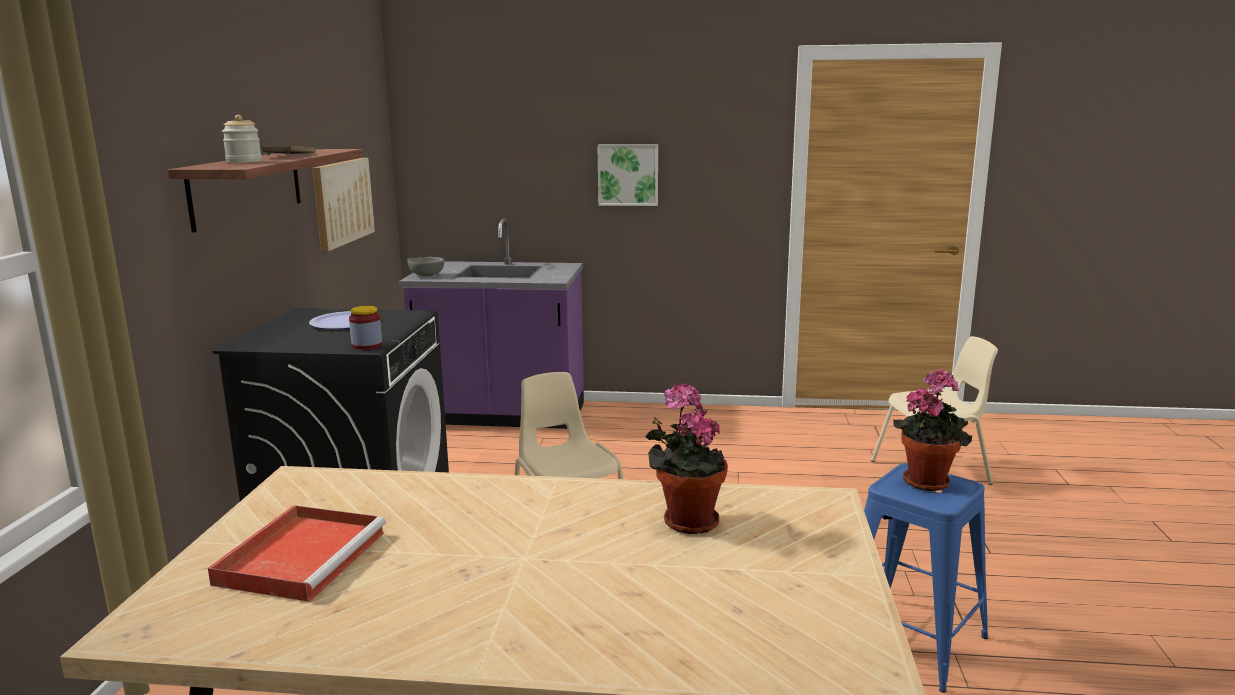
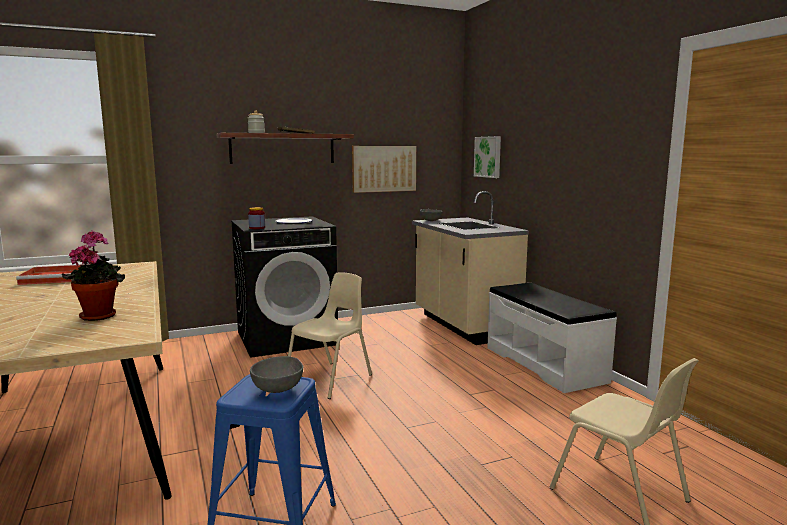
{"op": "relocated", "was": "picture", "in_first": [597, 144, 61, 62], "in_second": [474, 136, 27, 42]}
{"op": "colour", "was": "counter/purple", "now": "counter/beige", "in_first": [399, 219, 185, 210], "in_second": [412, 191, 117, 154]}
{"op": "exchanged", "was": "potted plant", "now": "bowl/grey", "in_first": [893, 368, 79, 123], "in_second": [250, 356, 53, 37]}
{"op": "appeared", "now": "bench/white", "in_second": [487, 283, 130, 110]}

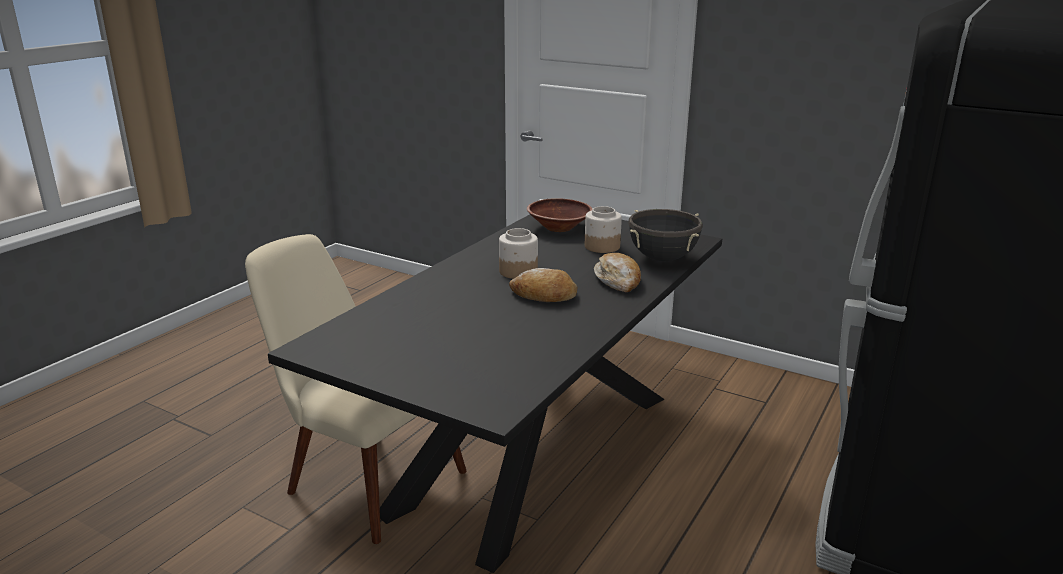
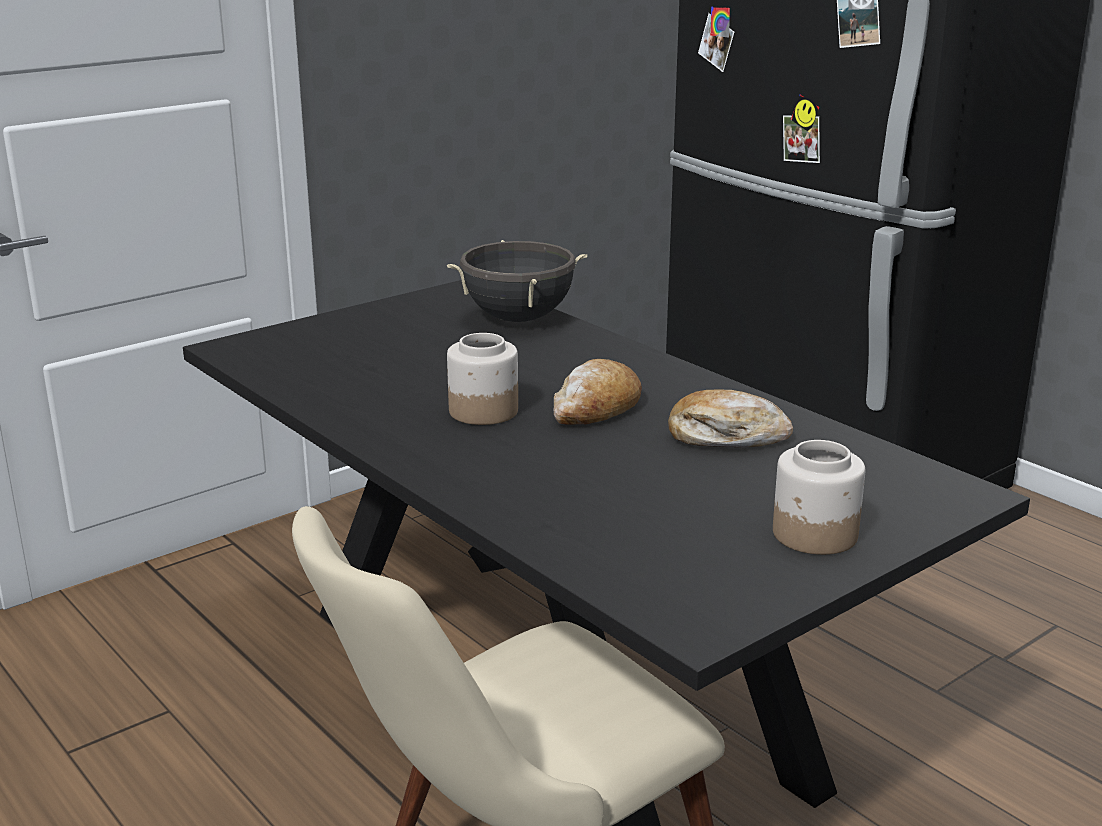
{"op": "missing", "was": "bowl/brown", "in_first": [527, 198, 65, 34]}
{"op": "relocated", "was": "jar", "in_first": [585, 206, 37, 47], "in_second": [773, 440, 92, 115]}
{"op": "relocated", "was": "bread", "in_first": [594, 253, 47, 39], "in_second": [668, 390, 125, 57]}

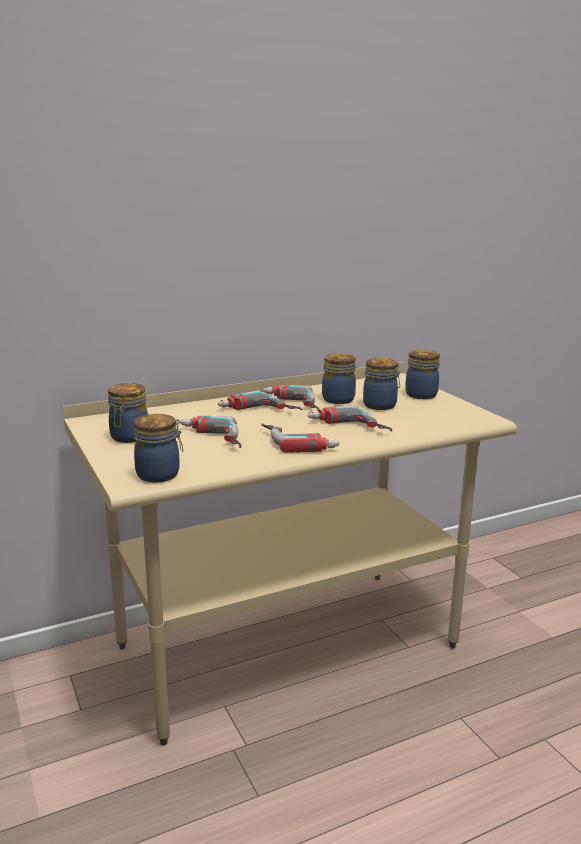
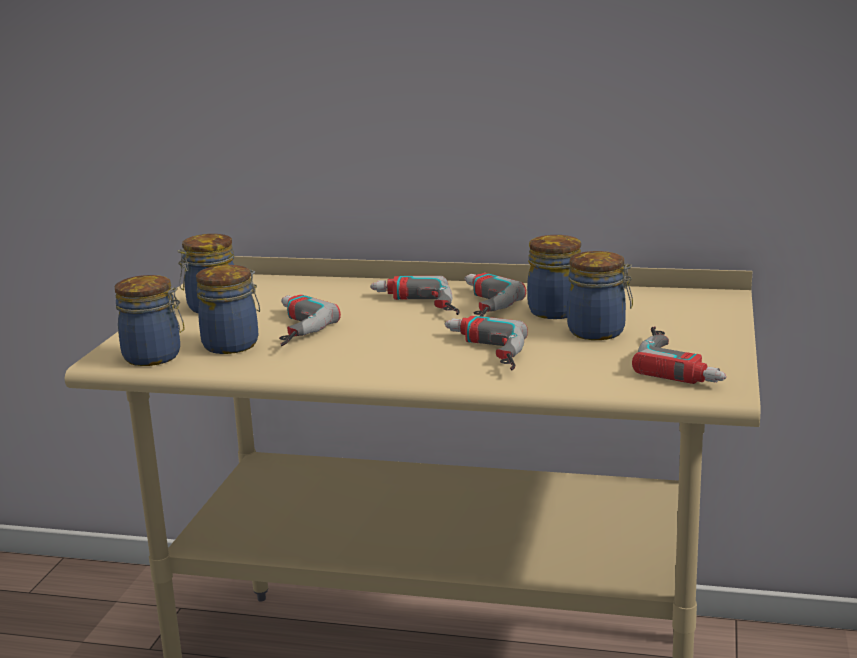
{"op": "relocated", "was": "jar", "in_first": [405, 349, 35, 50], "in_second": [196, 265, 64, 89]}
{"op": "relocated", "was": "power drill", "in_first": [261, 423, 79, 30], "in_second": [632, 326, 95, 58]}

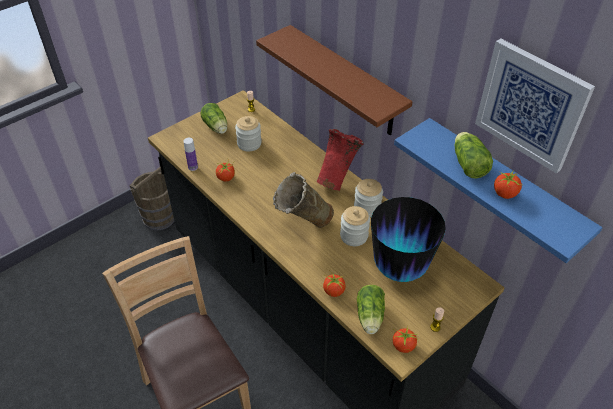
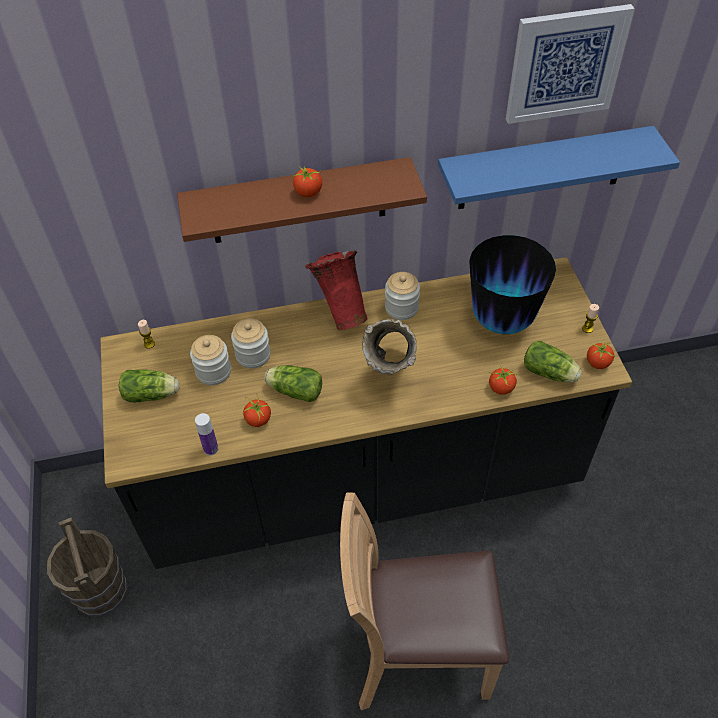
{"op": "relocated", "was": "lettuce", "in_first": [455, 132, 38, 46], "in_second": [264, 365, 58, 37]}
{"op": "relocated", "was": "tomato", "in_first": [494, 170, 28, 29], "in_second": [293, 166, 29, 31]}
{"op": "relocated", "was": "jar", "in_first": [340, 206, 30, 40], "in_second": [231, 319, 40, 49]}

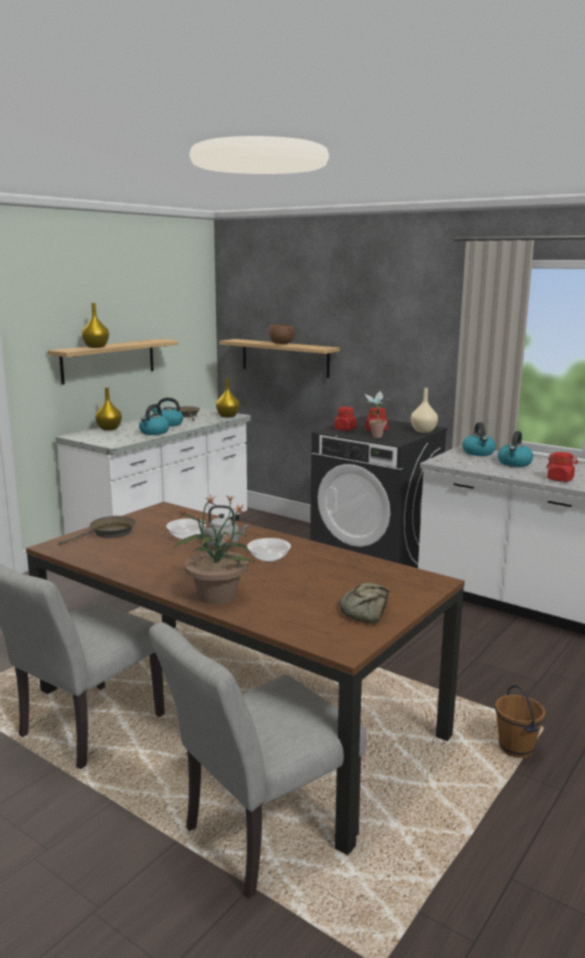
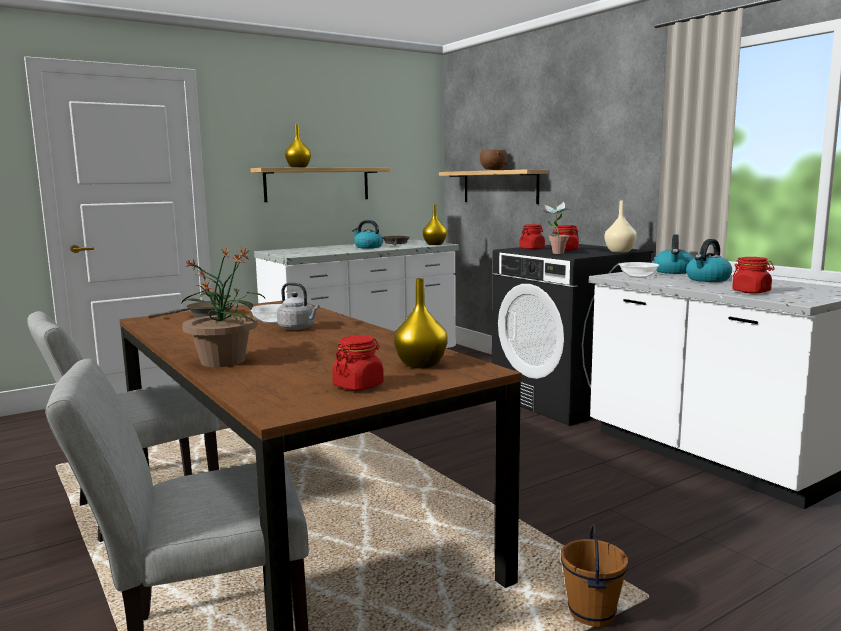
{"op": "relocated", "was": "vase/yellow", "in_first": [95, 387, 27, 44], "in_second": [394, 278, 54, 91]}
{"op": "missing", "was": "kettle", "in_first": [139, 404, 30, 31]}
{"op": "relocated", "was": "bowl", "in_first": [247, 538, 44, 24], "in_second": [619, 262, 40, 16]}
{"op": "exchanged", "was": "bread", "now": "jar/red", "in_first": [339, 582, 51, 41], "in_second": [332, 335, 52, 55]}

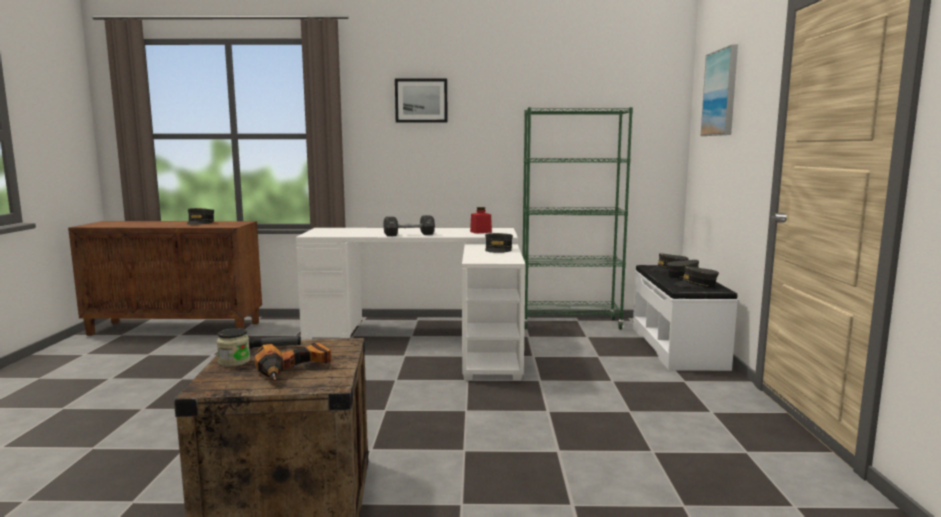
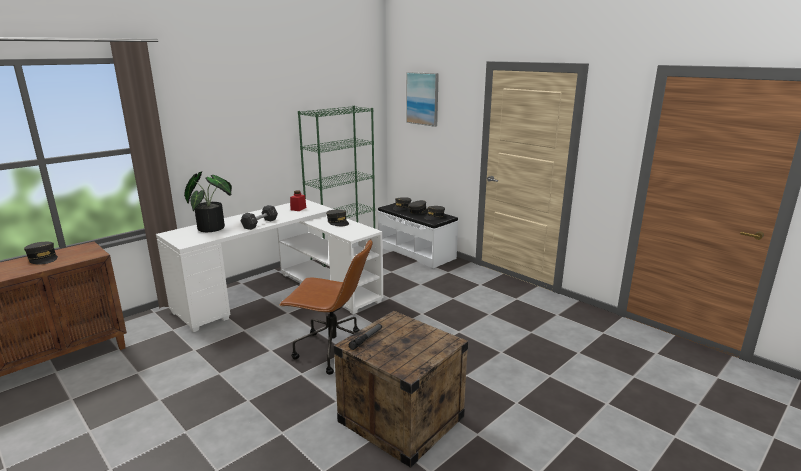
{"op": "missing", "was": "picture", "in_first": [395, 79, 53, 44]}
{"op": "missing", "was": "jar", "in_first": [217, 328, 33, 39]}
{"op": "missing", "was": "power drill", "in_first": [254, 342, 77, 39]}
{"op": "appeared", "now": "potted plant", "in_second": [184, 171, 48, 61]}
{"op": "appeared", "now": "office chair/brown", "in_second": [279, 240, 94, 135]}

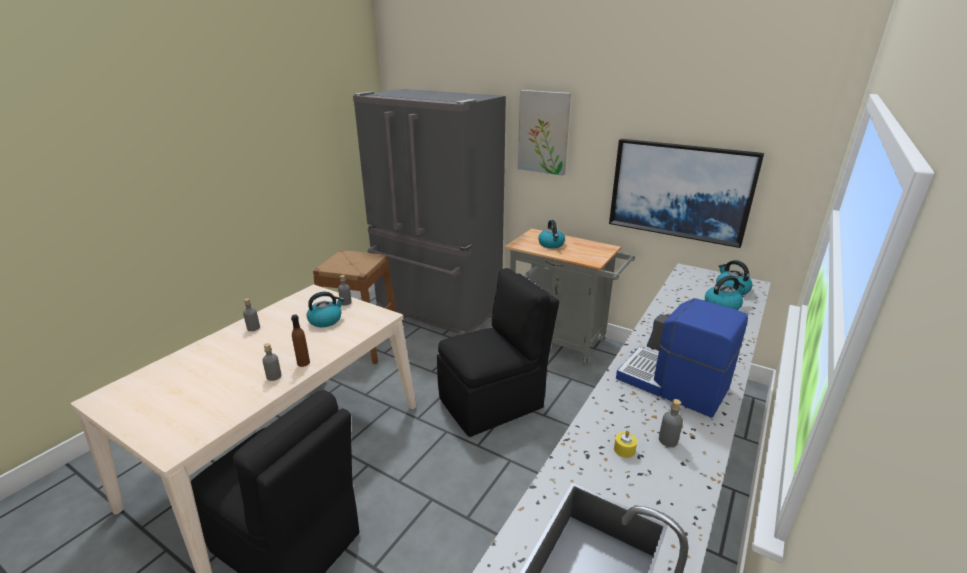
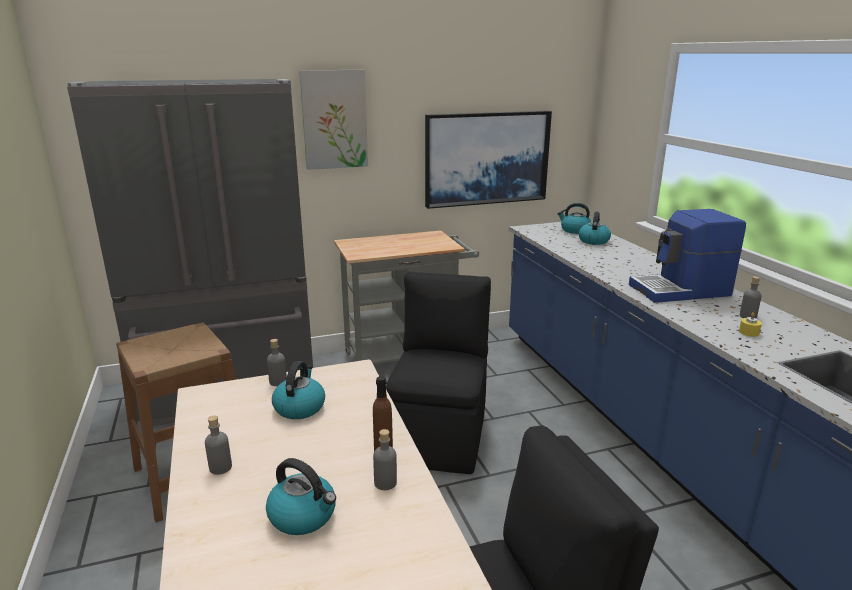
{"op": "relocated", "was": "kettle", "in_first": [538, 220, 27, 28], "in_second": [266, 458, 70, 77]}

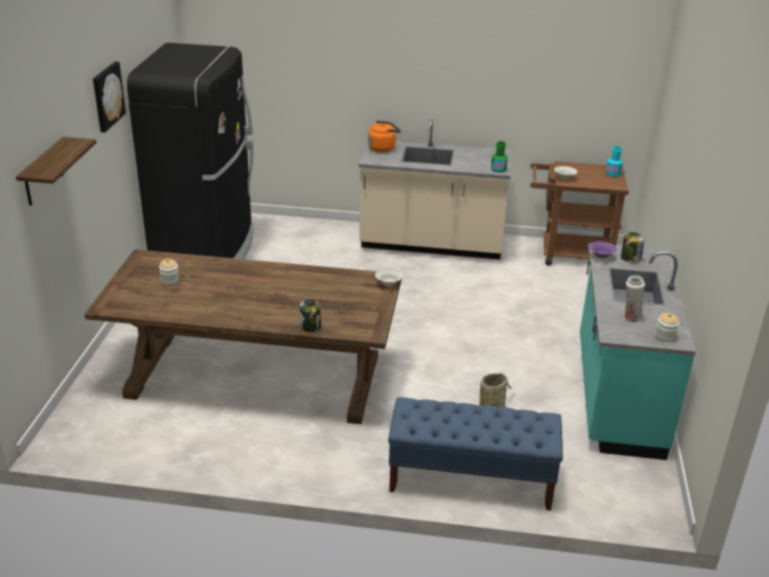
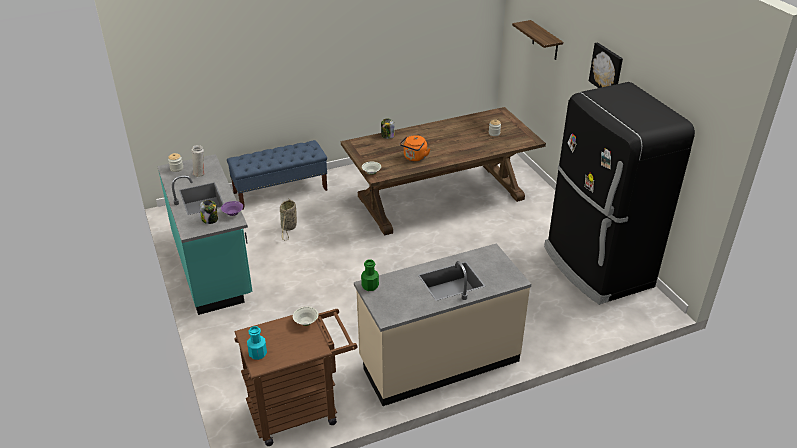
{"op": "relocated", "was": "kettle/orange", "in_first": [368, 121, 33, 31], "in_second": [400, 135, 30, 26]}

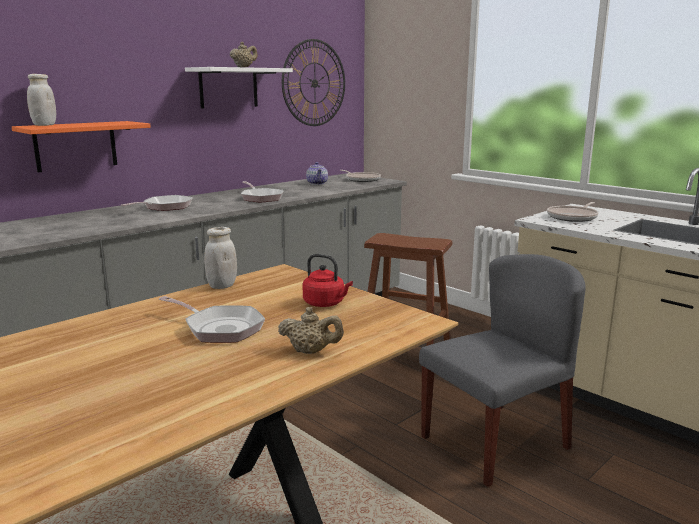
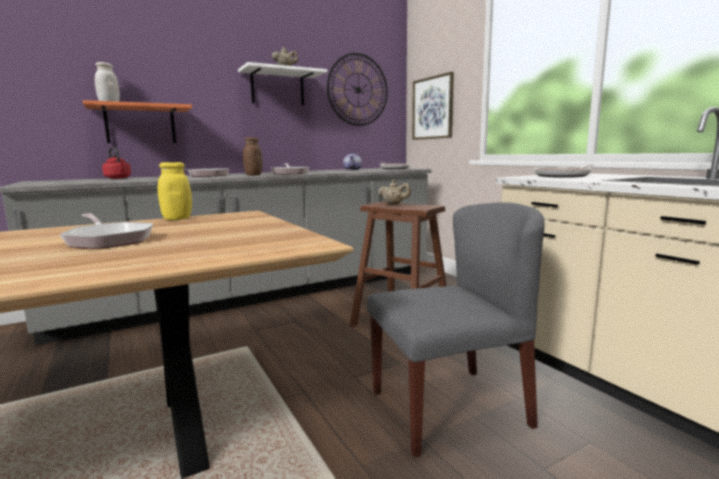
{"op": "colour", "was": "jar/white", "now": "jar/yellow", "in_first": [204, 227, 33, 62], "in_second": [158, 162, 34, 58]}
{"op": "relocated", "was": "kettle/red", "in_first": [303, 254, 50, 53], "in_second": [102, 147, 29, 32]}
{"op": "relocated", "was": "teapot/beige", "in_first": [278, 307, 66, 47], "in_second": [378, 179, 33, 25]}
{"op": "appeared", "now": "picture", "in_second": [412, 72, 42, 68]}
{"op": "appeared", "now": "jar/brown", "in_second": [243, 137, 20, 39]}

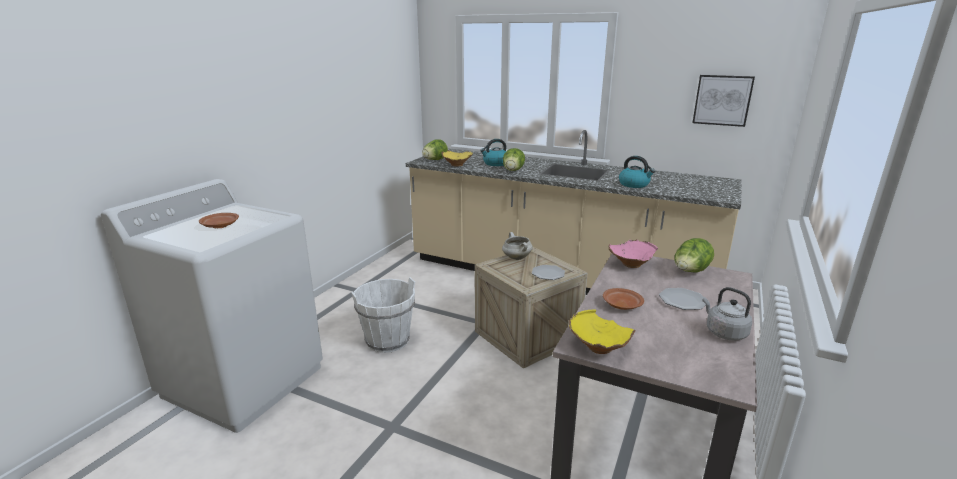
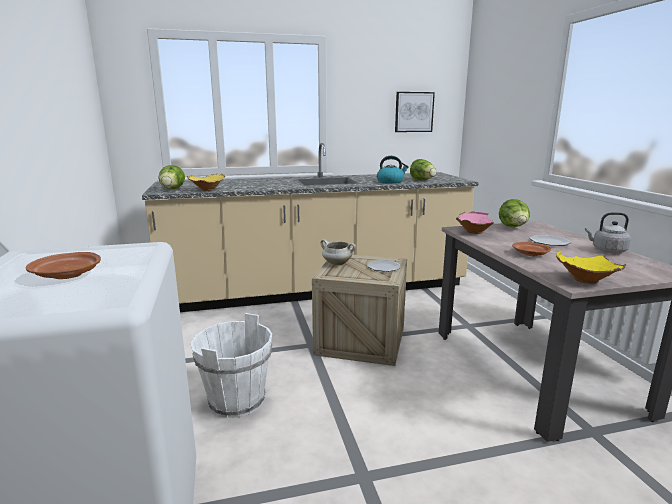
{"op": "missing", "was": "kettle", "in_first": [480, 139, 26, 27]}
{"op": "relocated", "was": "lettuce", "in_first": [503, 148, 22, 23], "in_second": [410, 159, 26, 21]}

